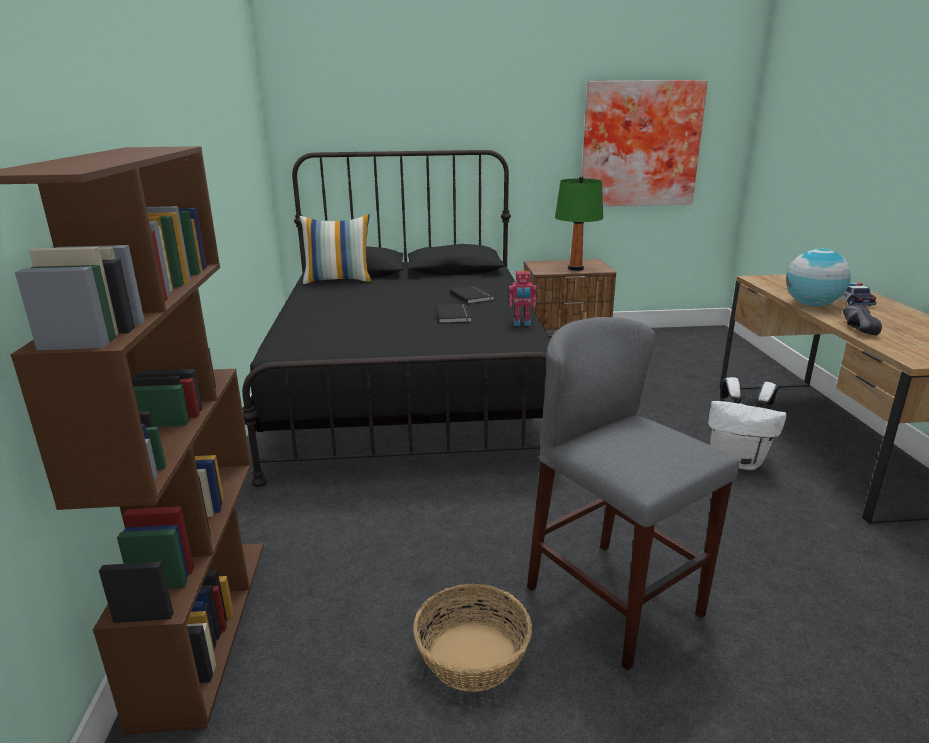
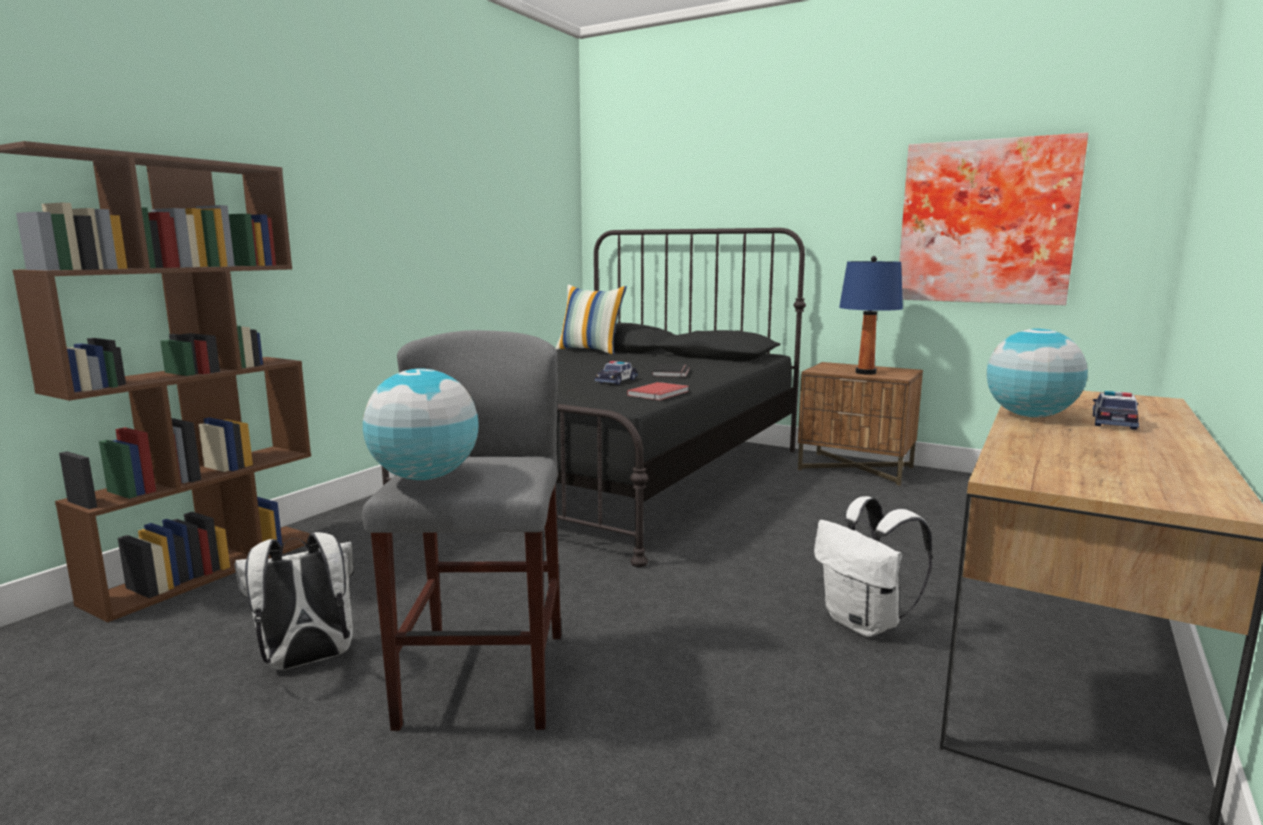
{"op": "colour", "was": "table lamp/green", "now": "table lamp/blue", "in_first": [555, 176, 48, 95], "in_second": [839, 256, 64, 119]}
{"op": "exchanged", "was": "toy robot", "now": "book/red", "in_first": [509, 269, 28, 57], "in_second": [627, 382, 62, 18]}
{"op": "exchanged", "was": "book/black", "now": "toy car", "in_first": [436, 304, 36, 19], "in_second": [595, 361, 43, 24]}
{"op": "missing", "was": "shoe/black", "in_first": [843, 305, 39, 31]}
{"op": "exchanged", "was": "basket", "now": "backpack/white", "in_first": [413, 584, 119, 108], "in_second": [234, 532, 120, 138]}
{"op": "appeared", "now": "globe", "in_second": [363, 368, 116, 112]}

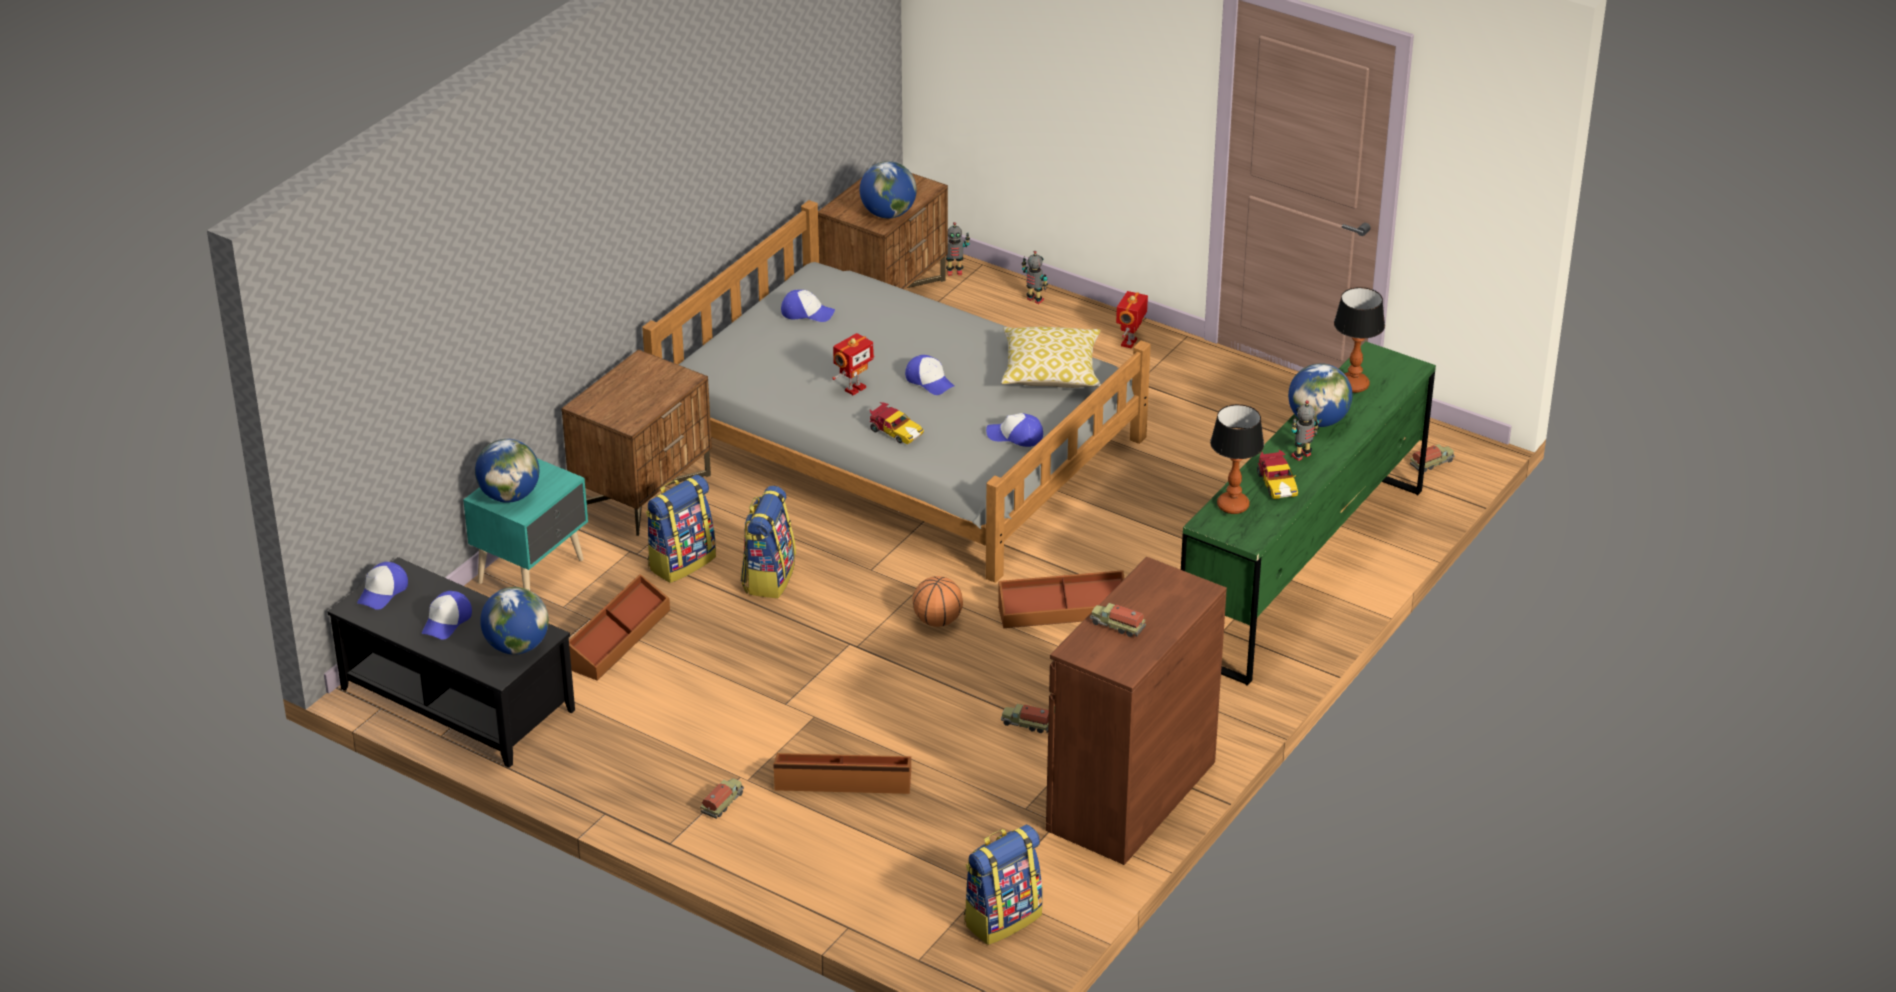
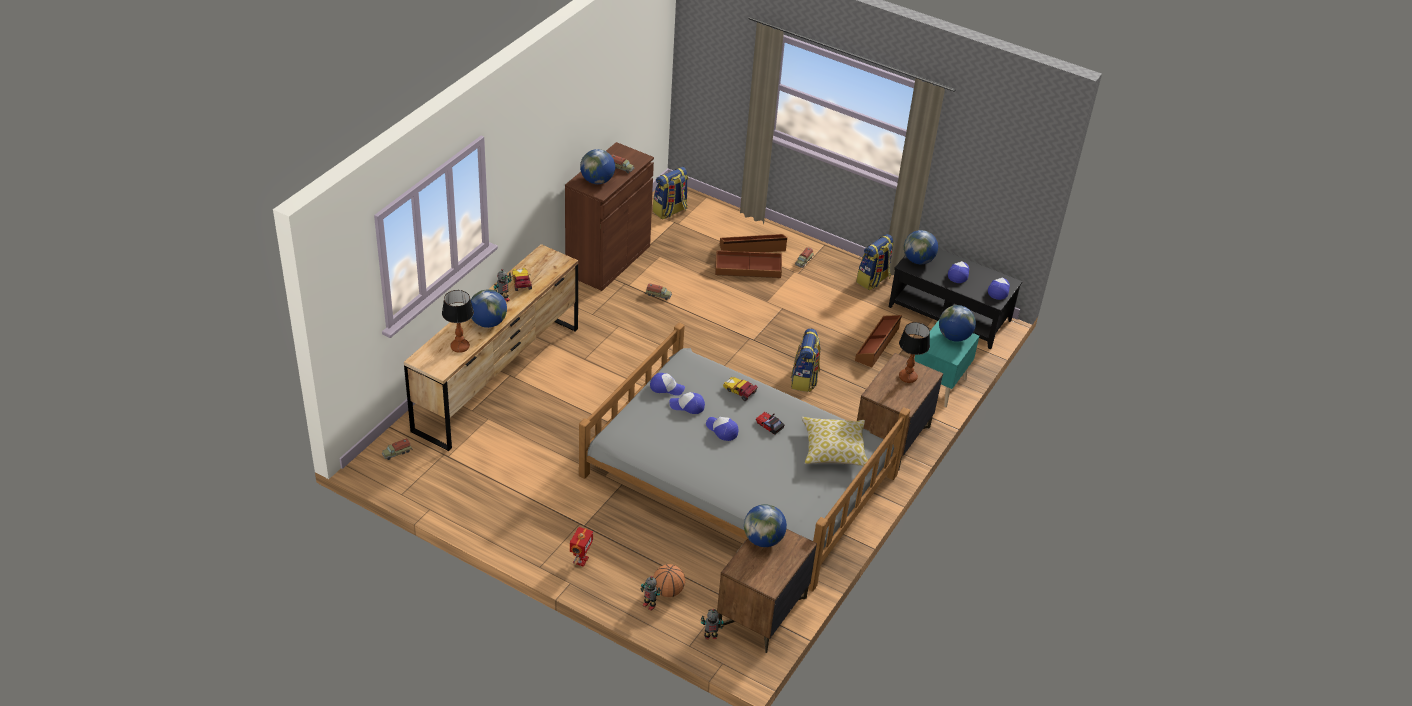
{"op": "relocated", "was": "cap", "in_first": [781, 290, 54, 32], "in_second": [669, 392, 36, 22]}
{"op": "relocated", "was": "pillow", "in_first": [1001, 327, 100, 61], "in_second": [802, 417, 66, 49]}
{"op": "exchanged", "was": "toy robot", "now": "toy car", "in_first": [832, 333, 42, 62], "in_second": [756, 412, 29, 22]}
{"op": "colour", "was": "dresser/green", "now": "dresser/brown", "in_first": [1181, 341, 255, 345], "in_second": [404, 244, 174, 208]}
{"op": "relocated", "was": "table lamp", "in_first": [1210, 404, 54, 110], "in_second": [899, 322, 31, 61]}
{"op": "relocated", "was": "backpack", "in_first": [646, 475, 70, 108], "in_second": [856, 234, 37, 56]}
{"op": "relocated", "was": "storage box/brown", "in_first": [998, 570, 127, 58], "in_second": [720, 234, 67, 18]}
{"op": "relocated", "was": "basketball", "in_first": [912, 576, 51, 51], "in_second": [653, 564, 32, 33]}
{"op": "appeared", "now": "globe", "in_second": [580, 149, 35, 35]}

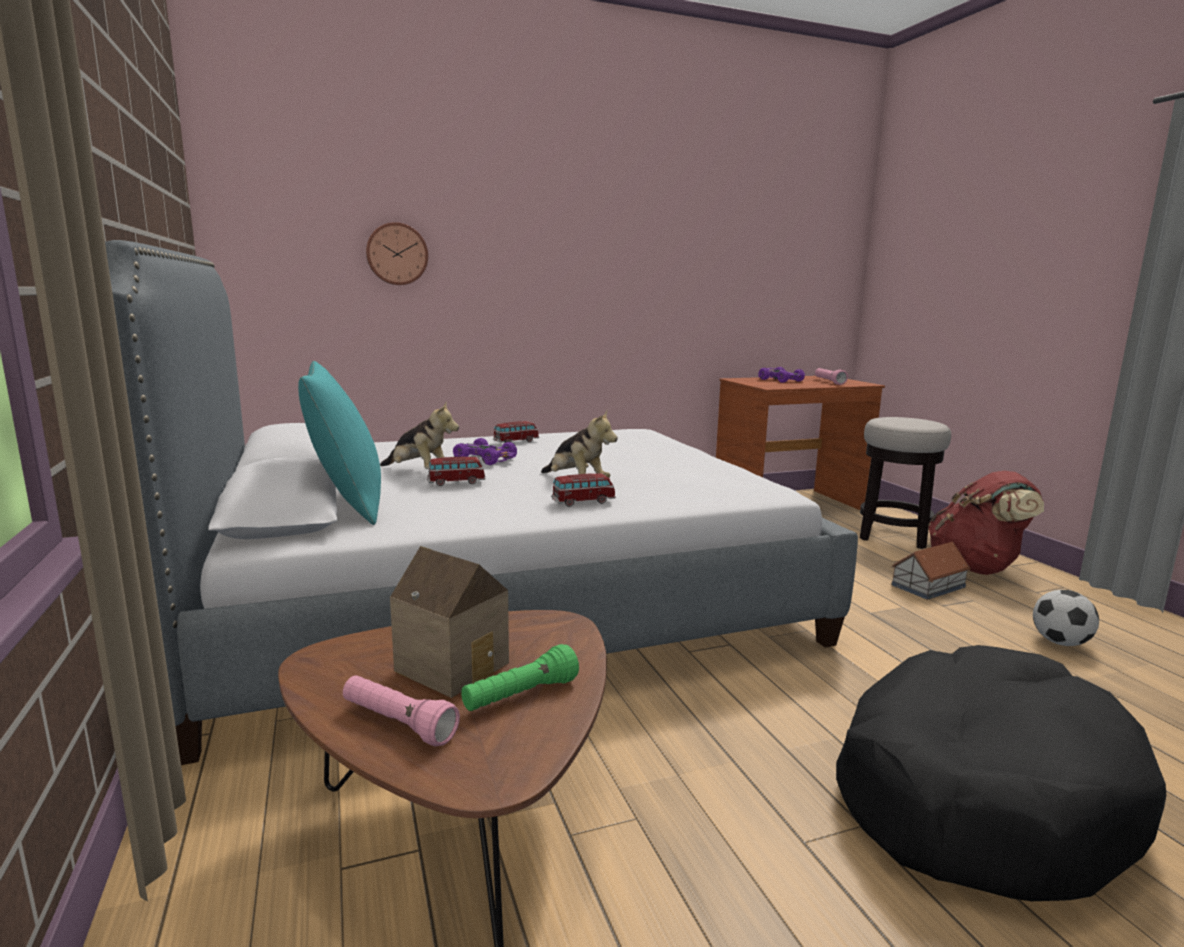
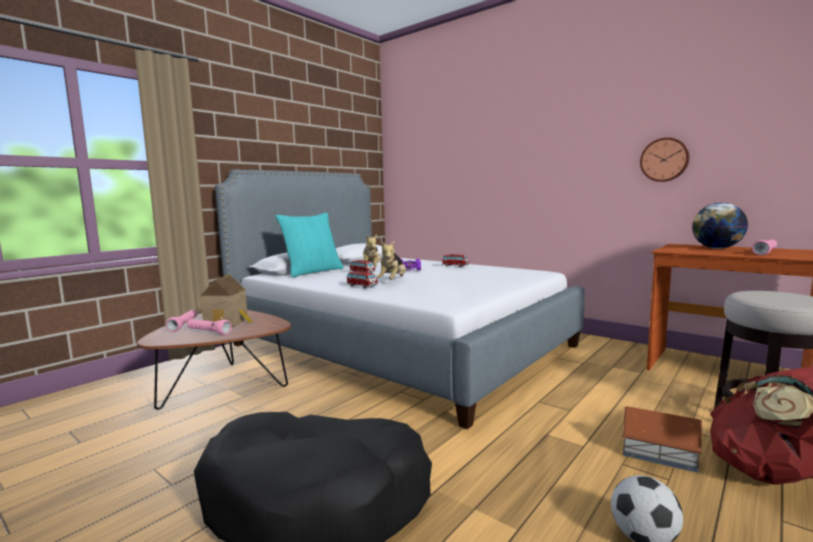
{"op": "relocated", "was": "wall clock", "in_first": [366, 222, 62, 63], "in_second": [640, 138, 49, 44]}
{"op": "exchanged", "was": "toy car/purple", "now": "globe", "in_first": [758, 367, 47, 16], "in_second": [692, 203, 56, 46]}
{"op": "colour", "was": "flashlight/green", "now": "flashlight/pink", "in_first": [461, 644, 118, 67], "in_second": [187, 319, 45, 16]}

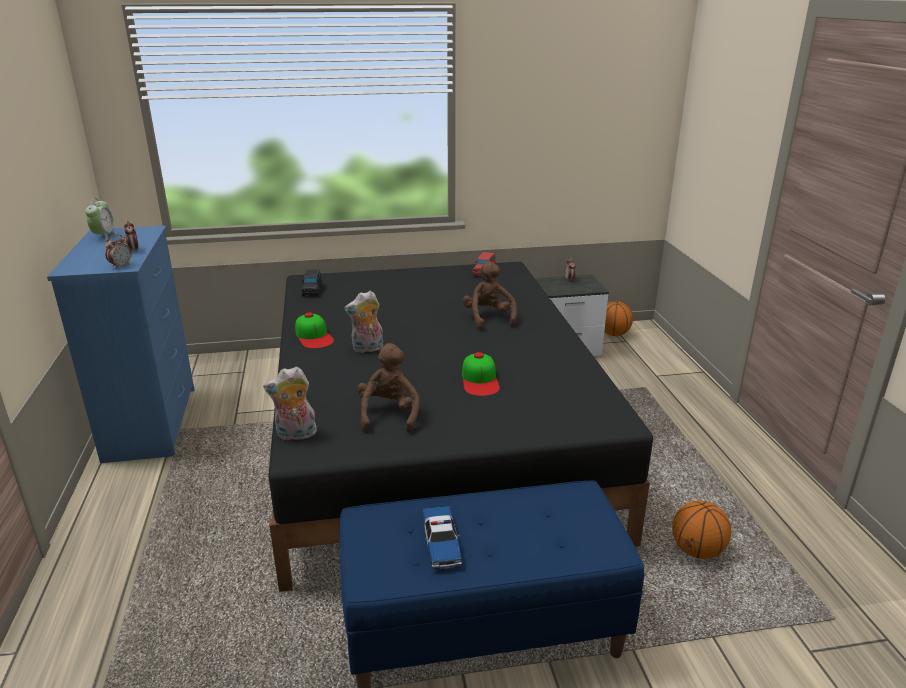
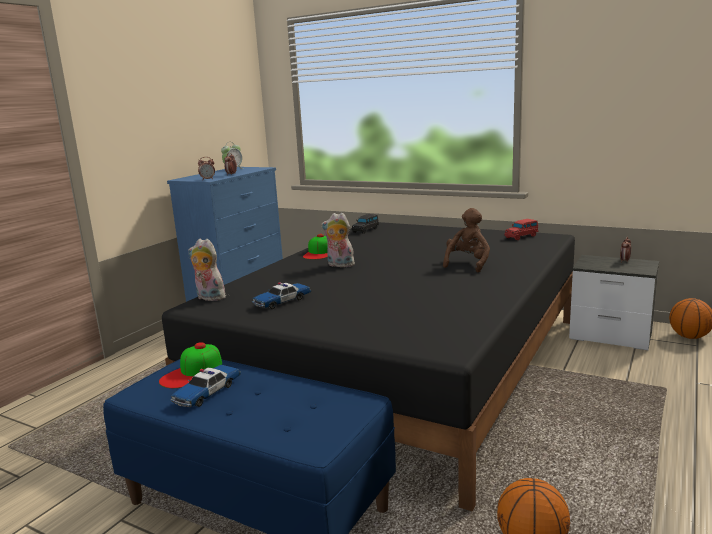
{"op": "exchanged", "was": "plush toy/brown", "now": "toy car", "in_first": [357, 343, 63, 90], "in_second": [252, 282, 59, 27]}
{"op": "relocated", "was": "cap", "in_first": [462, 352, 38, 44], "in_second": [159, 342, 63, 46]}

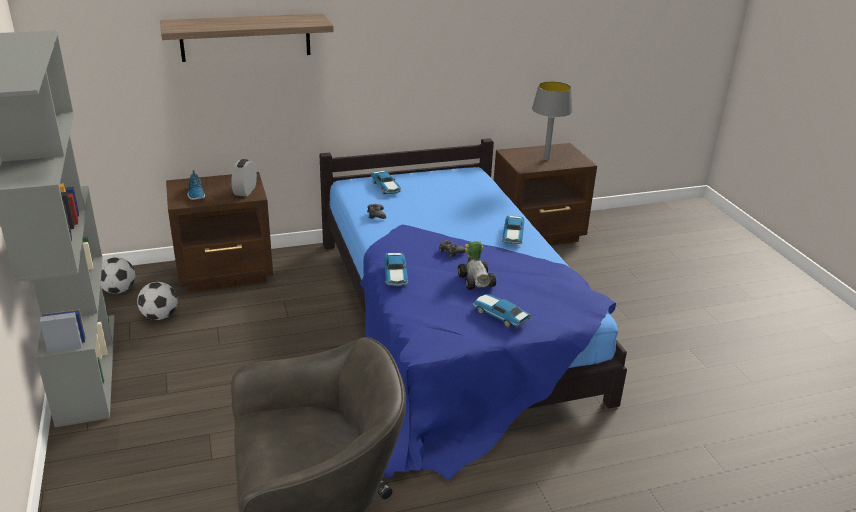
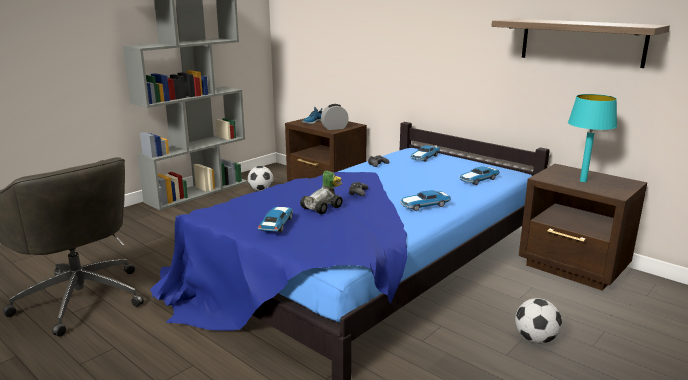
{"op": "relocated", "was": "shelf", "in_first": [160, 13, 174, 49], "in_second": [492, 19, 178, 49]}
{"op": "colour", "was": "table lamp/grey", "now": "table lamp/turquoise", "in_first": [532, 81, 41, 80], "in_second": [568, 94, 49, 88]}
{"op": "relocated", "was": "toy car", "in_first": [384, 253, 24, 33], "in_second": [459, 166, 41, 19]}
{"op": "relocated", "was": "football", "in_first": [101, 257, 34, 37], "in_second": [515, 298, 47, 45]}

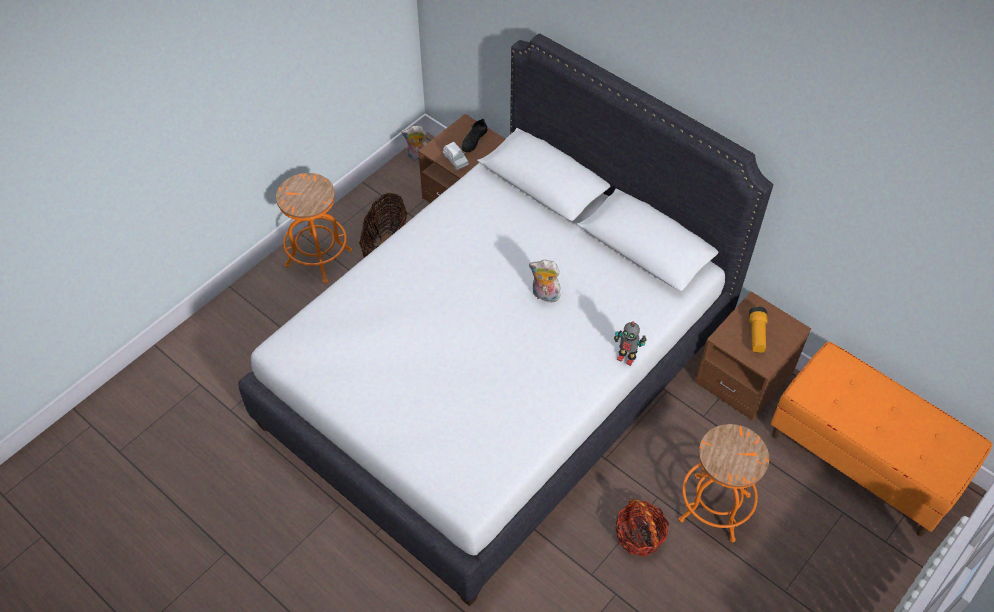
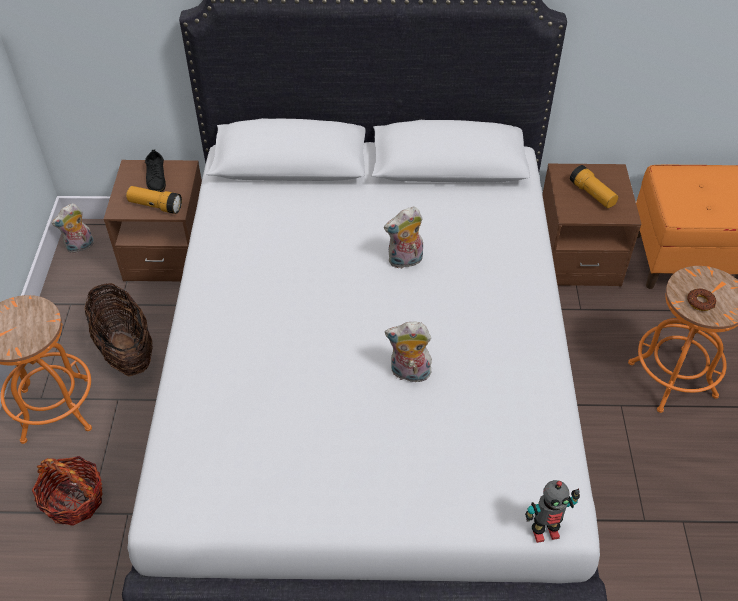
{"op": "exchanged", "was": "toy car/white", "now": "flashlight", "in_first": [443, 142, 26, 28], "in_second": [126, 186, 56, 28]}
{"op": "relocated", "was": "toy robot", "in_first": [614, 322, 33, 44], "in_second": [525, 480, 55, 63]}
{"op": "relocated", "was": "basket", "in_first": [615, 499, 54, 58], "in_second": [32, 456, 71, 70]}
{"op": "appeared", "now": "donut", "in_second": [687, 289, 29, 22]}
{"op": "appeared", "now": "plush toy", "in_second": [385, 322, 49, 61]}

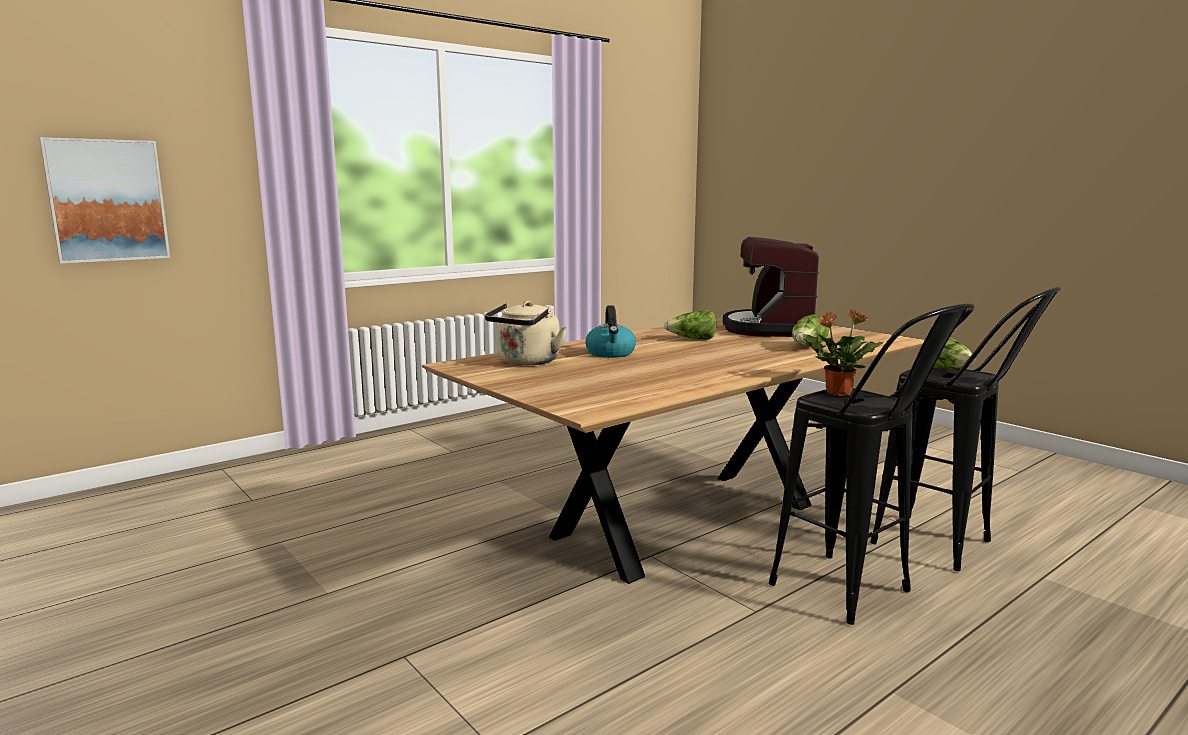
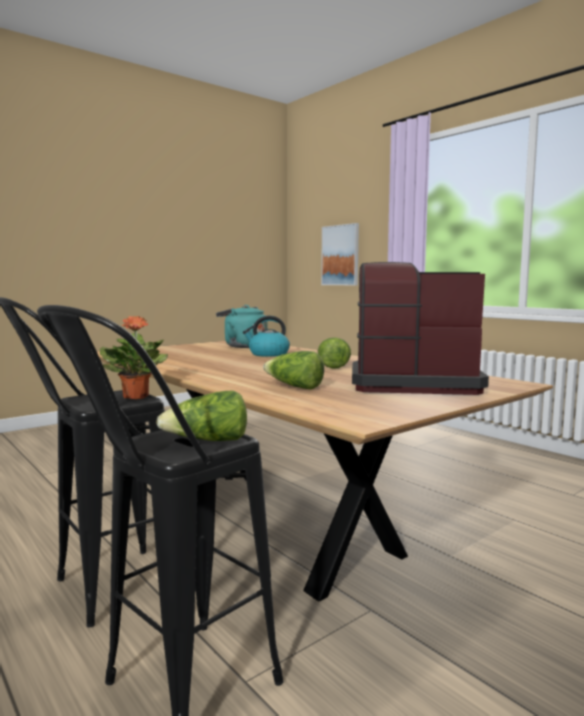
{"op": "colour", "was": "kettle/beige", "now": "kettle/turquoise", "in_first": [485, 301, 82, 64], "in_second": [216, 305, 52, 43]}

